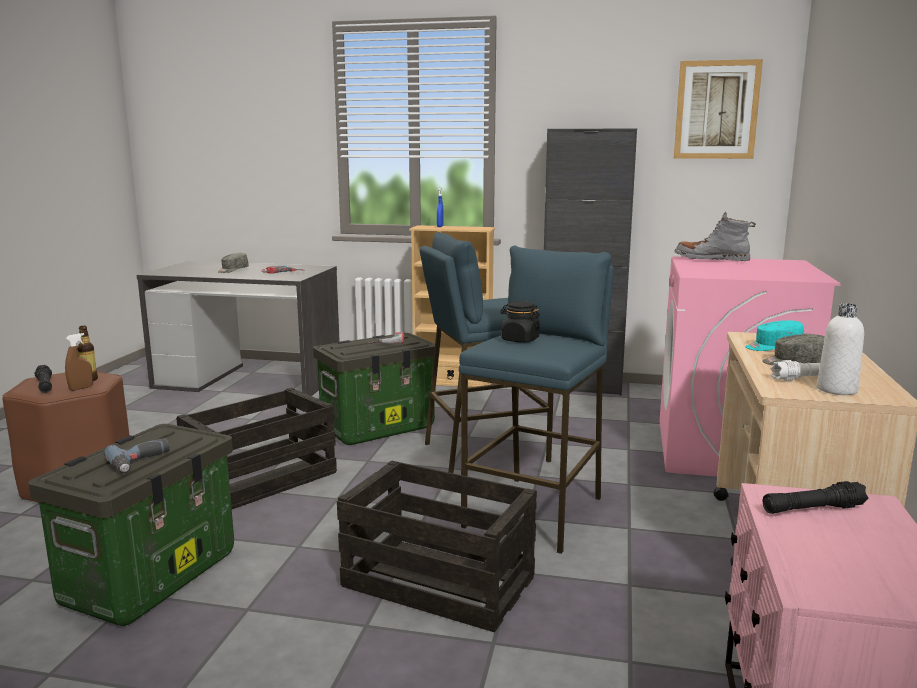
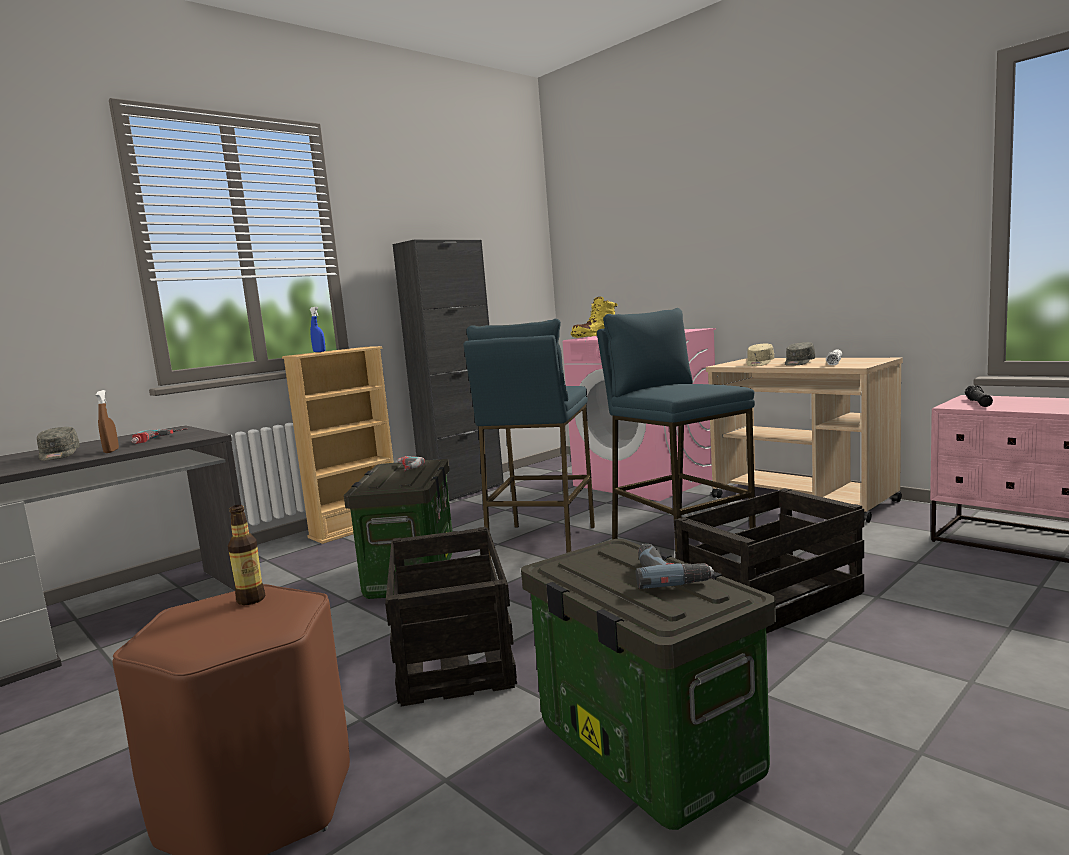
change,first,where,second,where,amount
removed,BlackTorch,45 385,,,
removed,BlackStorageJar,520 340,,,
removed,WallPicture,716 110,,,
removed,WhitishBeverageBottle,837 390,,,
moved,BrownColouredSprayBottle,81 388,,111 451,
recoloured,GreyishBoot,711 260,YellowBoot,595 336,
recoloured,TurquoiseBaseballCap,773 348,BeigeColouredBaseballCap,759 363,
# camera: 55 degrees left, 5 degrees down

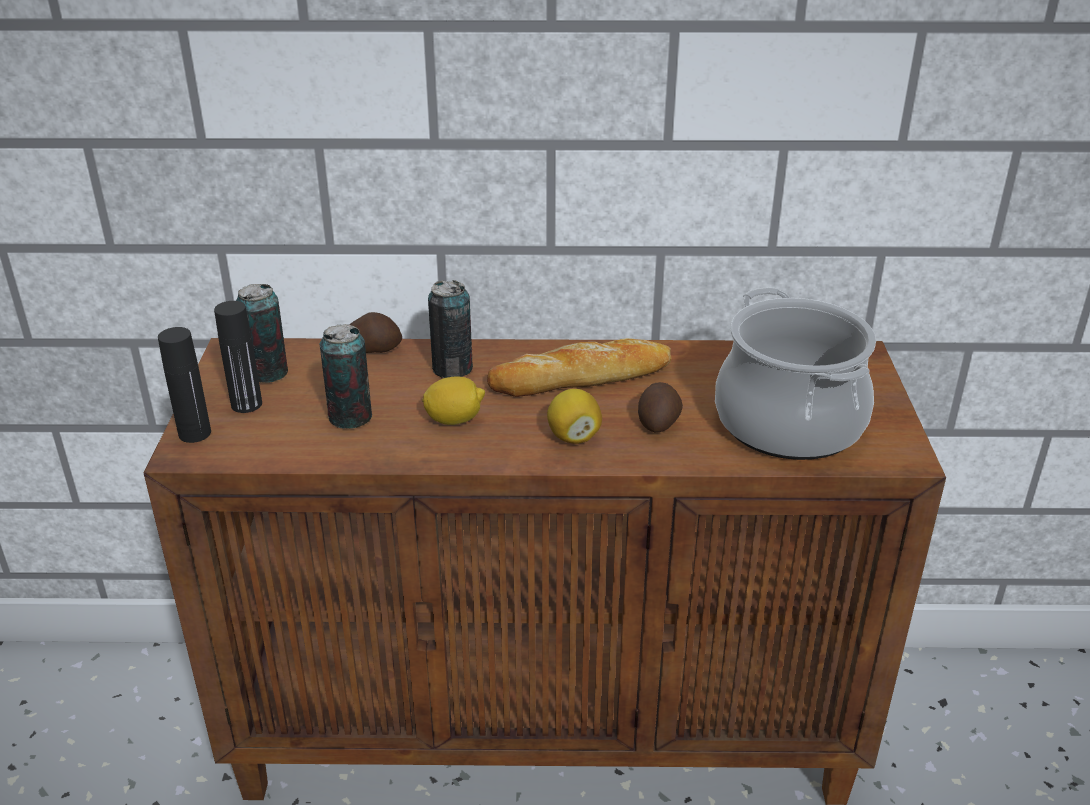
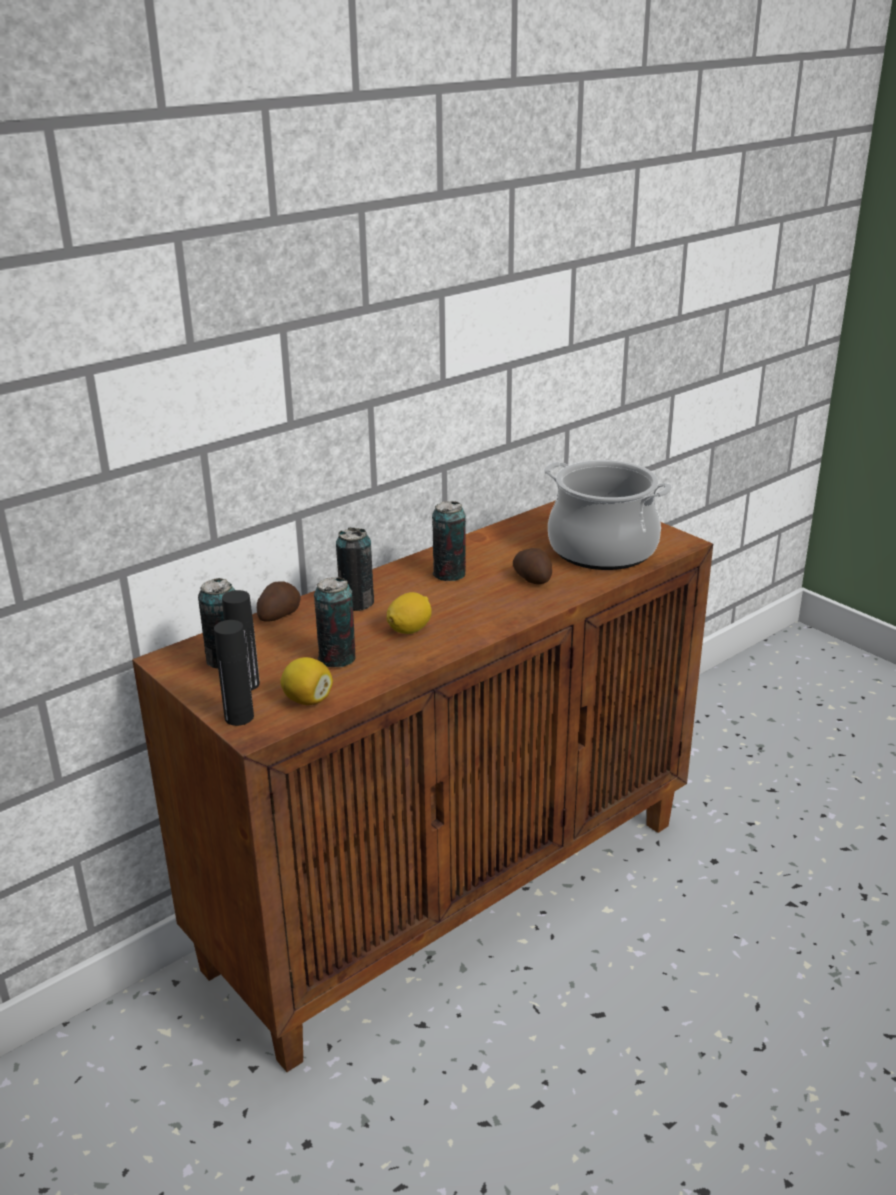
change,first,where,second,where,amount
moved,WholeLemon,573 436,,307 700,
replaced,Bread,582 377,Can,449 574,
# camera: 40 degrees left, 5 degrees down

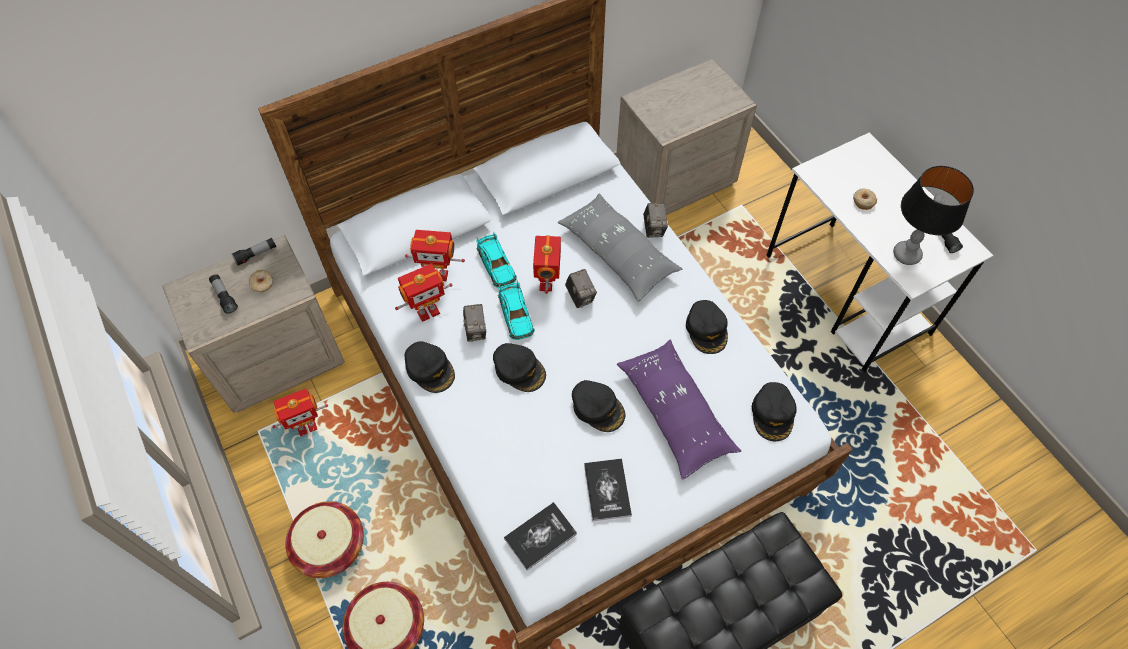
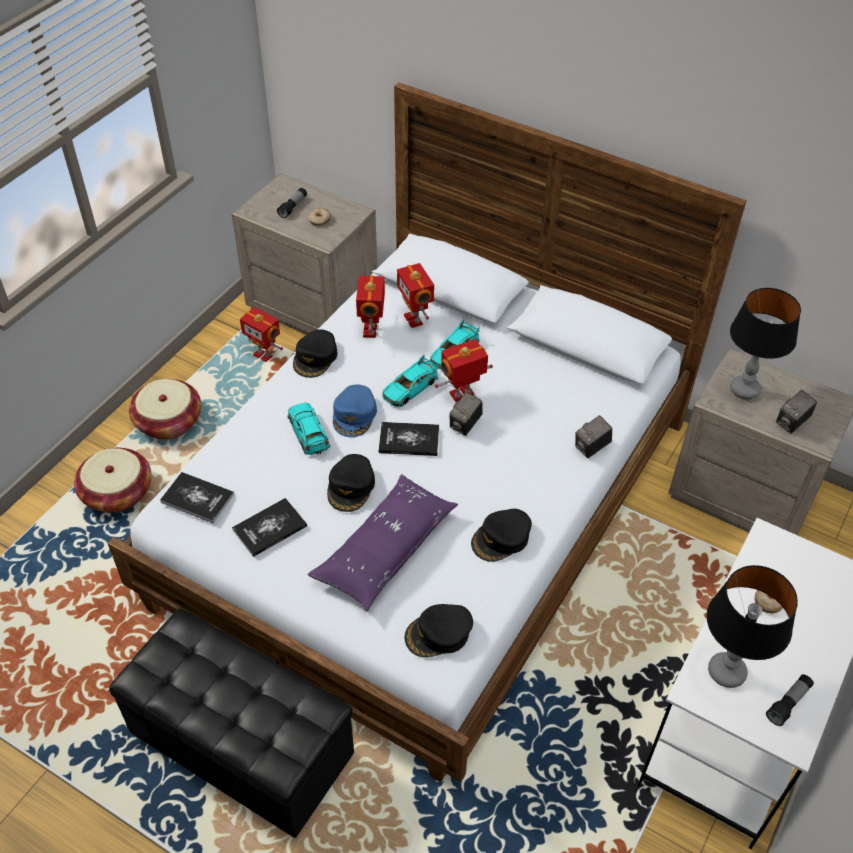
change,first,where,second,where,amount
removed,Torch,256 255,,,
removed,GreyishCushion,617 253,,,
added,,,TurquoiseMiniatureCar,308 432,
added,,,Volume,409 440,
added,,,LampForATable,744 389,
moved,PhotoCamera,476 330,,791 423,
recoloured,BlackBaseballCap,519 369,BlueBaseballCap,354 415,
turned,ToyRobot,428 311,,371 330,60 degrees clockwise
# camera: 60 degrees right, 10 degrees down

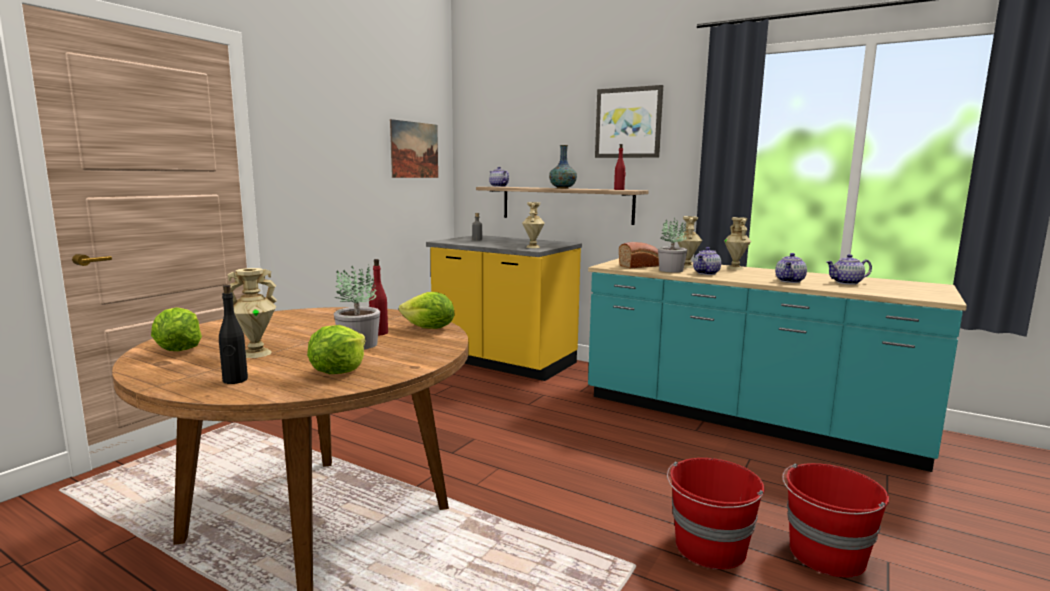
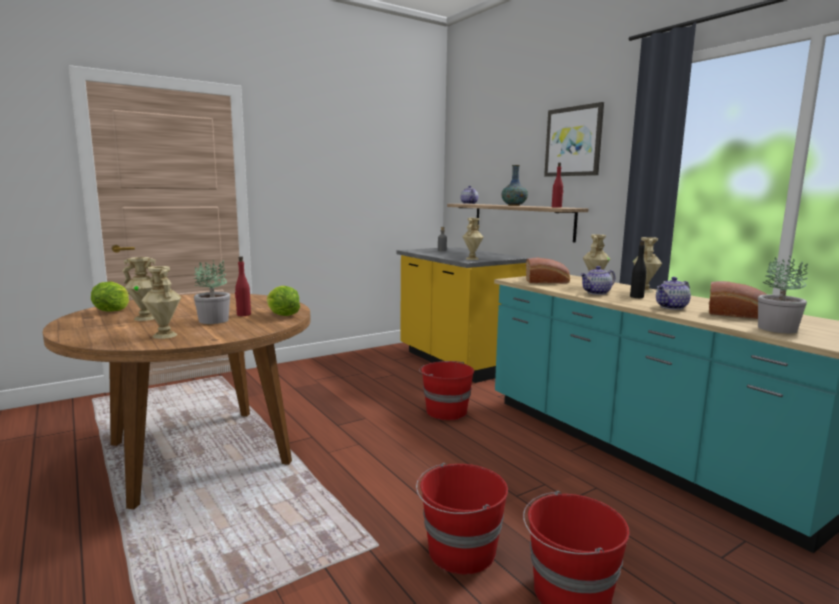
change,first,where,second,where,amount
removed,WallPicture,414 150,,,
added,,,ReddishPail,445 411,
moved,BlackBeverageBottle,235 380,,636 297,
moved,PottedPlant,670 270,,776 328,
replaced,HeadOfLettuce,338 371,BeigeColouredVase,164 335,
replaced,Teapot,846 283,Bread,740 315,
# camera: 25 degrees right, 0 degrees up

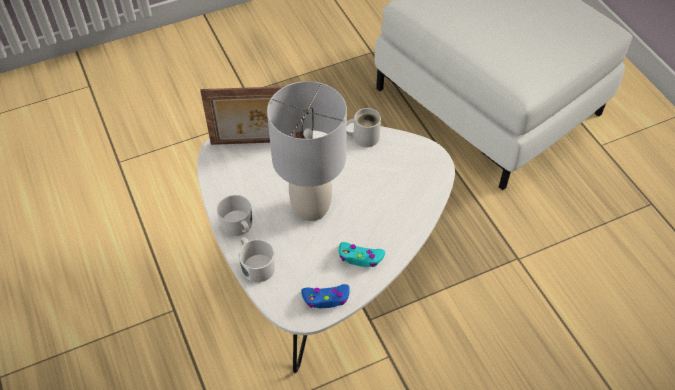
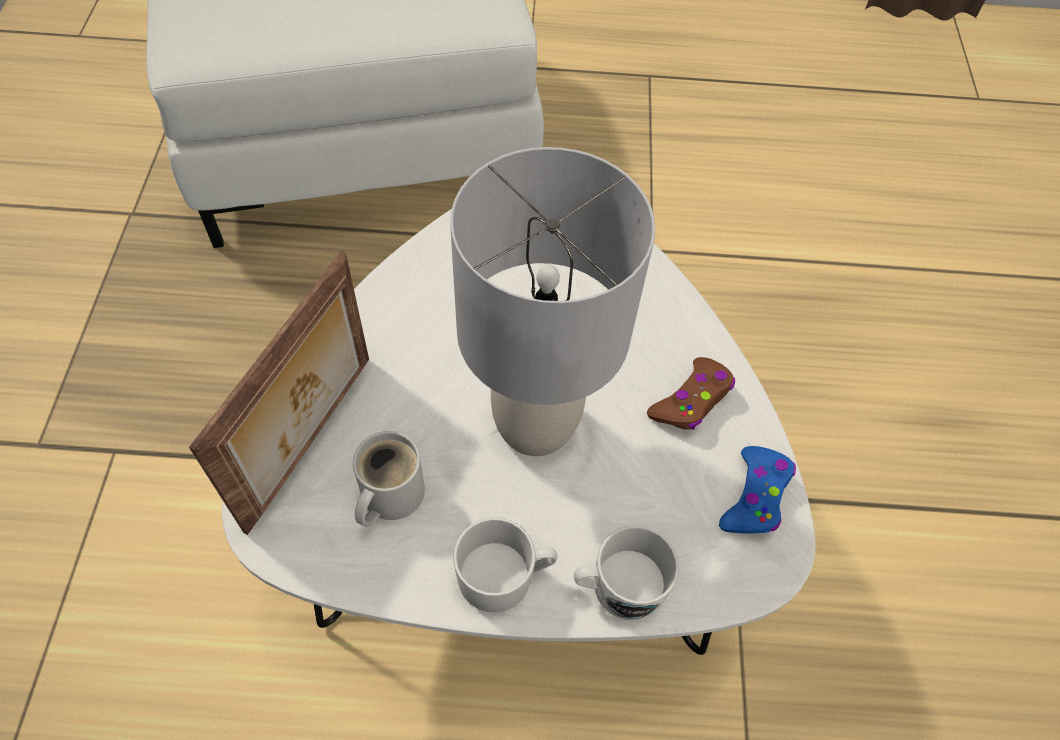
change,first,where,second,where,amount
moved,WhitishCoffeeMug,363 136,,387 496,
recoloured,TurquoiseGamepad,360 258,BrownColouredGamepad,691 401,
# camera: 65 degrees left, 5 degrees up

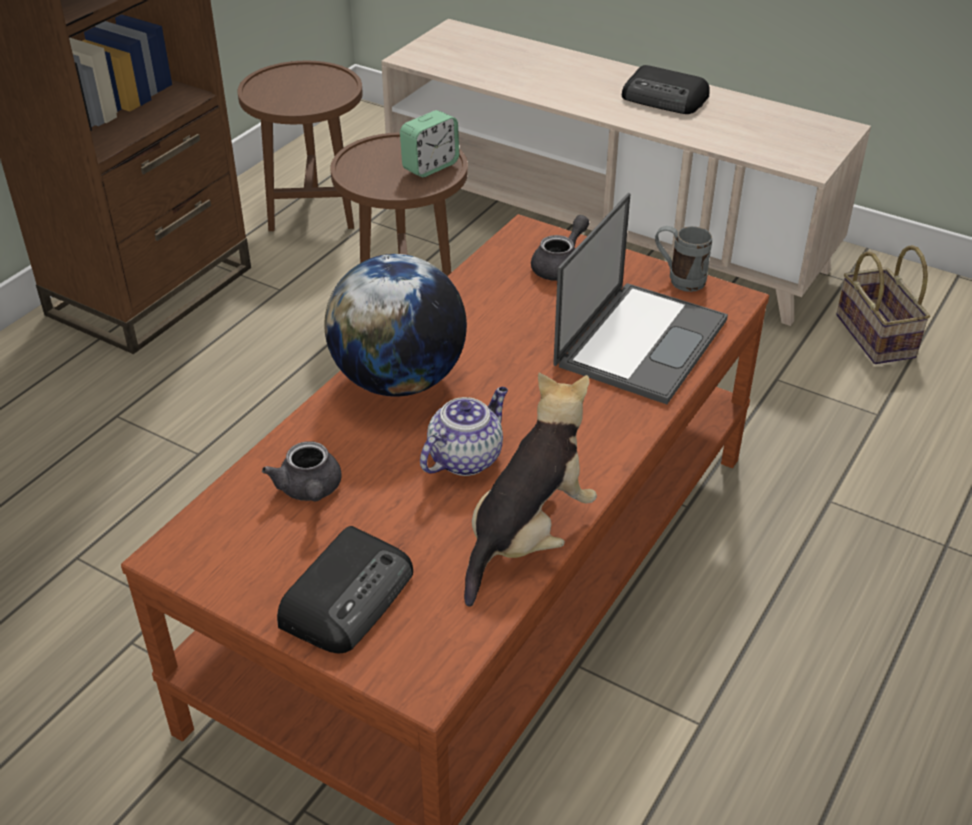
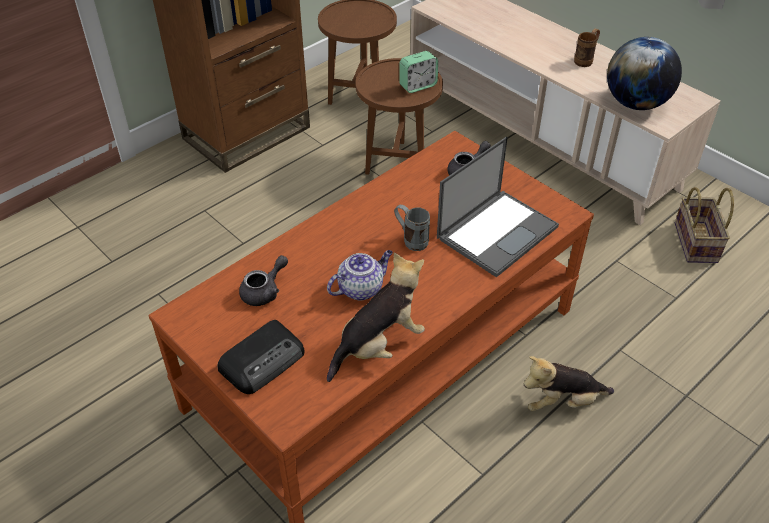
change,first,where,second,where,amount
added,,,SoftToy,561 401,
moved,WorldGlobe,399 381,,636 103,
moved,GreyishCoffeeMug,678 280,,411 240,
replaced,Radio,665 99,BrownColouredCoffeeMug,586 60,
turned,GreyishTeapot,310 491,,264 291,135 degrees counterclockwise
# camera: 15 degrees right, 5 degrees up

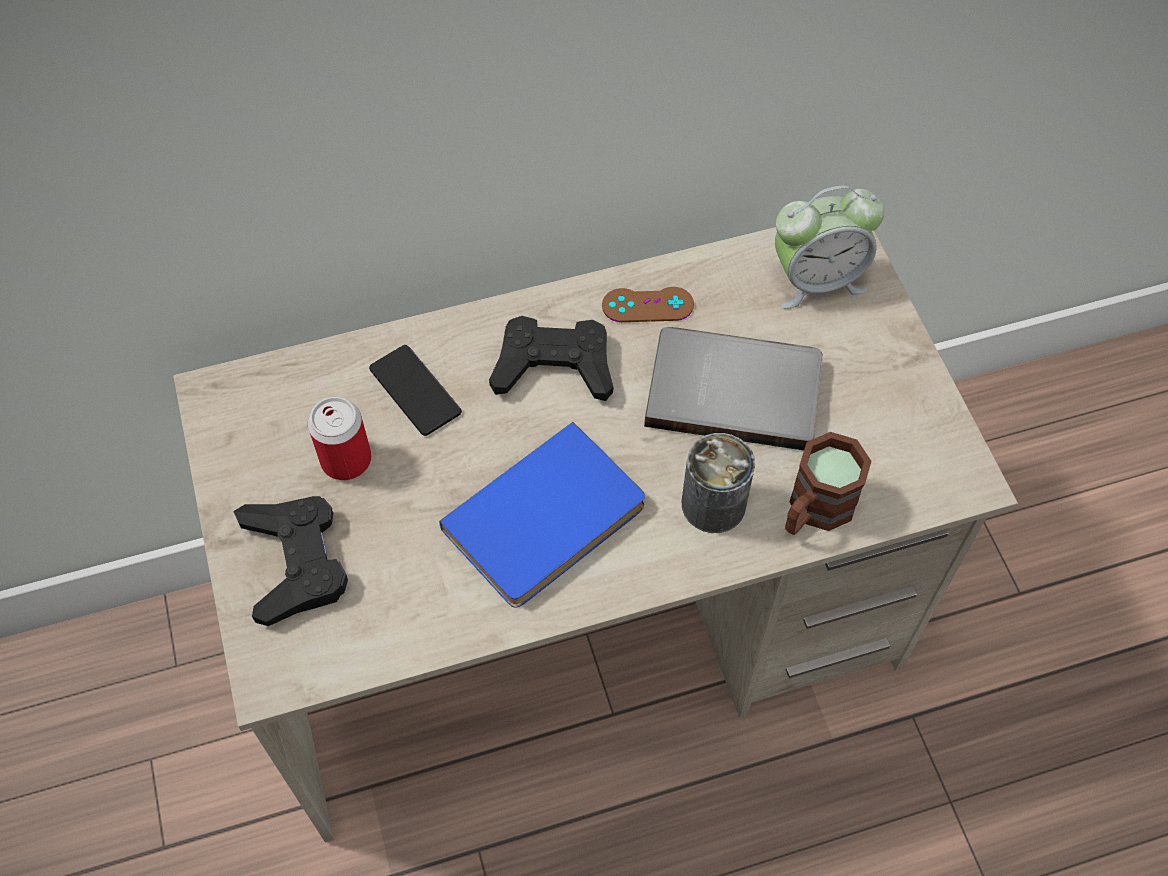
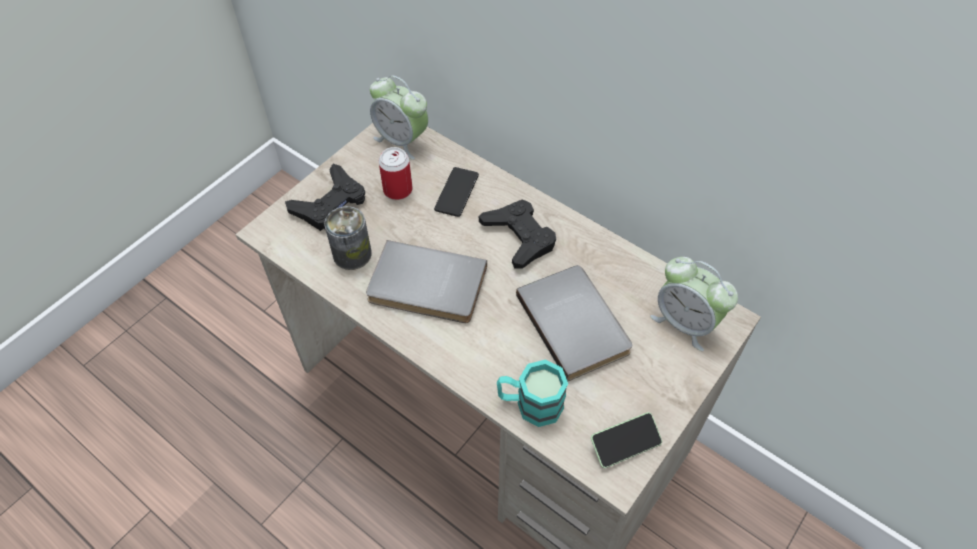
change,first,where,second,where,amount
removed,BrownColouredGamepad,647 305,,,
added,,,AlarmClock,402 140,
added,,,Handset,625 444,
moved,Can,713 504,,352 254,
recoloured,BlueVolume,549 522,GreyishVolume,426 287,
recoloured,BrownColouredCoffeeMug,814 510,TurquoiseCoffeeMug,530 404,
# camera: 55 degrees right, 5 degrees down

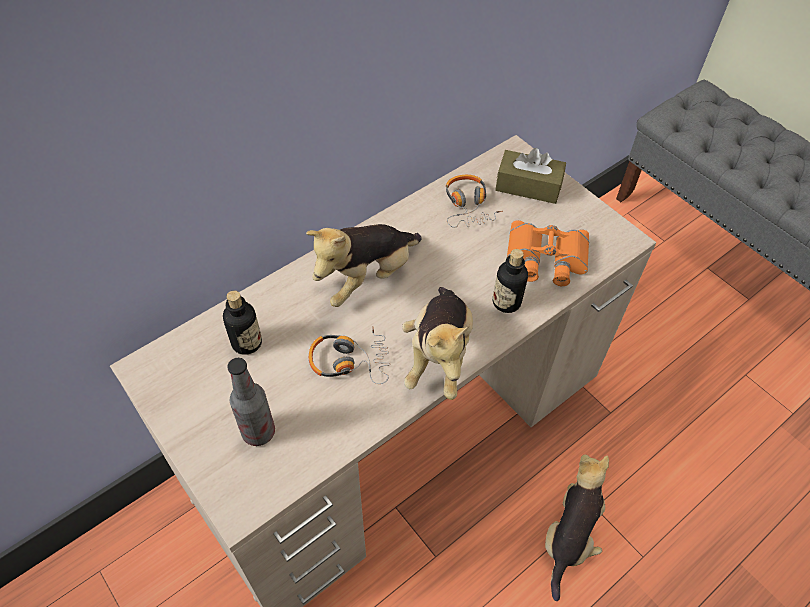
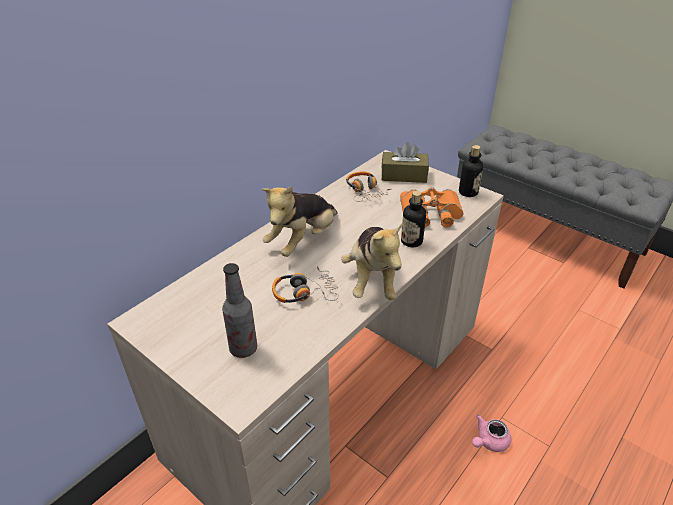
change,first,where,second,where,amount
moved,BeverageBottle,247 343,,468 192,
replaced,SoftToy,569 536,PinkColouredTeapot,489 441,
# camera: 10 degrees left, 15 degrees down

